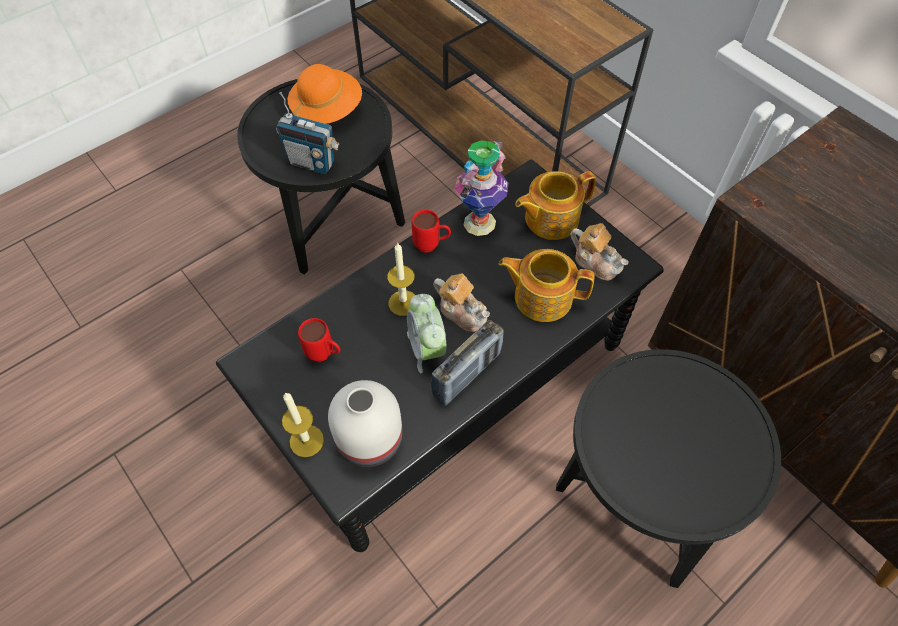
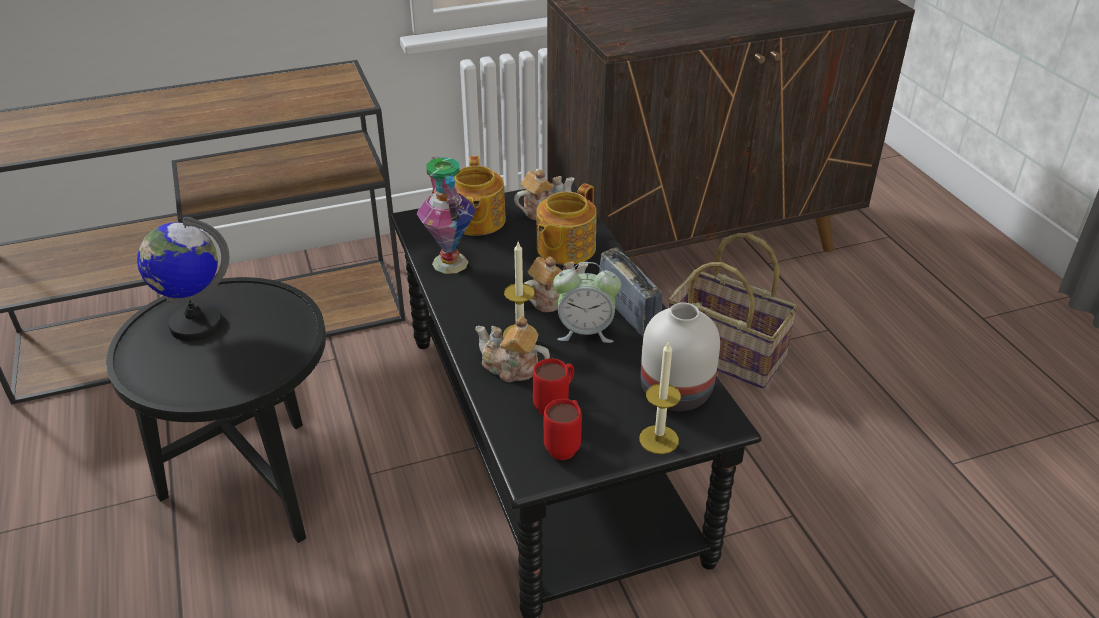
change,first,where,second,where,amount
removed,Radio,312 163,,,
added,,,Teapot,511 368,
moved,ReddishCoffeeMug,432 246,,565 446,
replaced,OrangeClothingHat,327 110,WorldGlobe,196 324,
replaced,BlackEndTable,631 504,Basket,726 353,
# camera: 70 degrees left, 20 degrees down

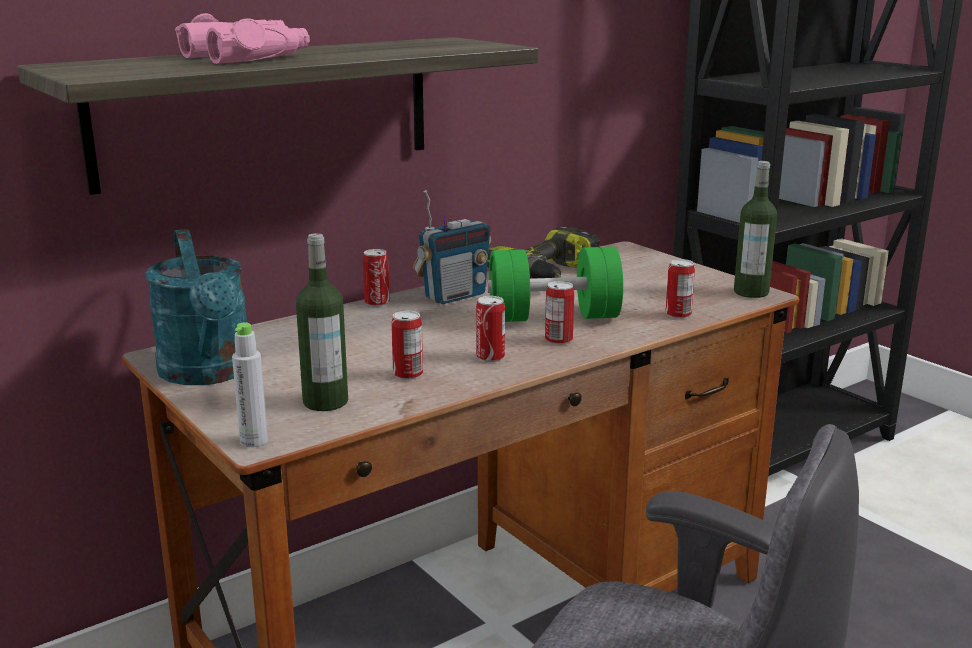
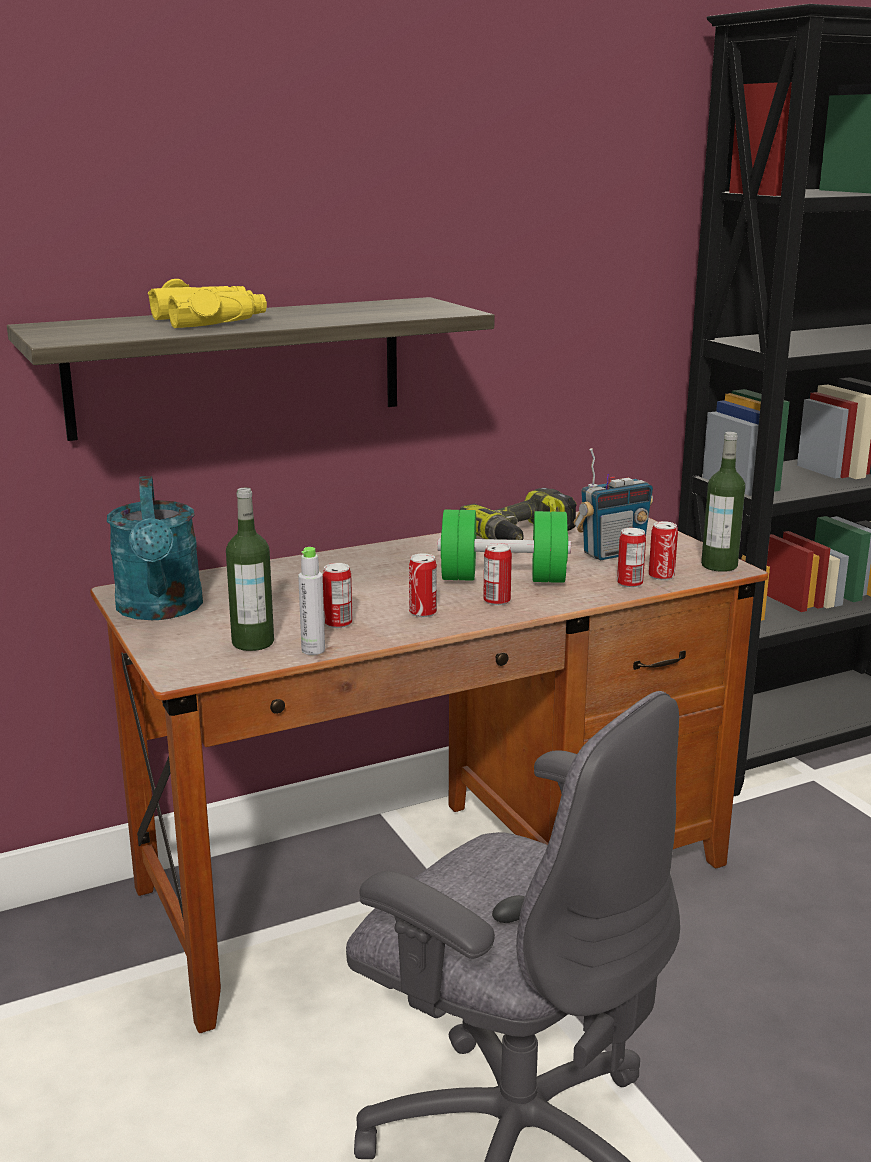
change,first,where,second,where,amount
moved,GreyishBeverageBottle,254 441,,313 650,
moved,Can,377 303,,661 576,
moved,Radio,454 296,,612 553,
recoloured,PinkColouredFieldGlasses,248 57,YellowFieldGlasses,210 320,
# camera: 10 degrees right, 0 degrees up

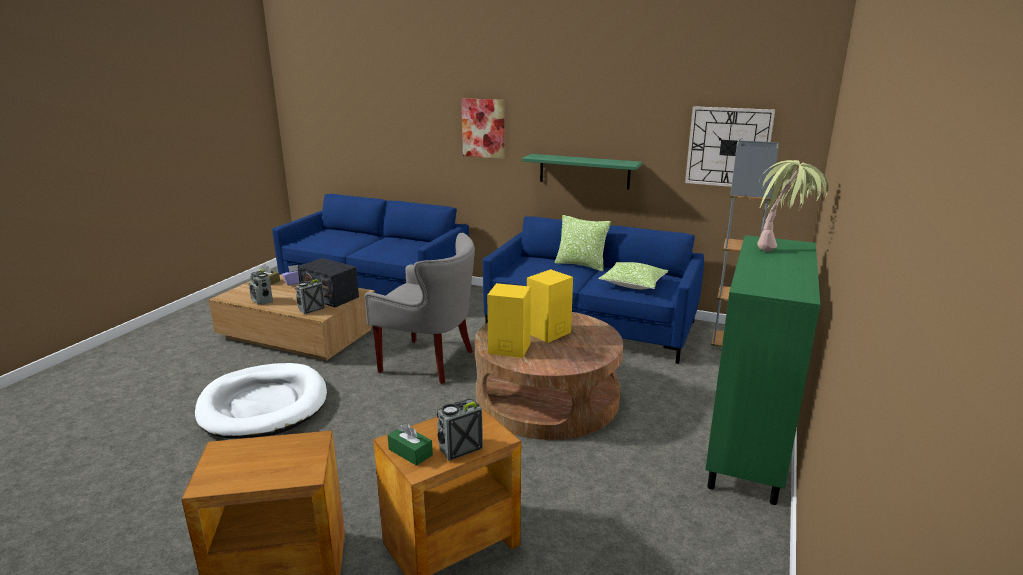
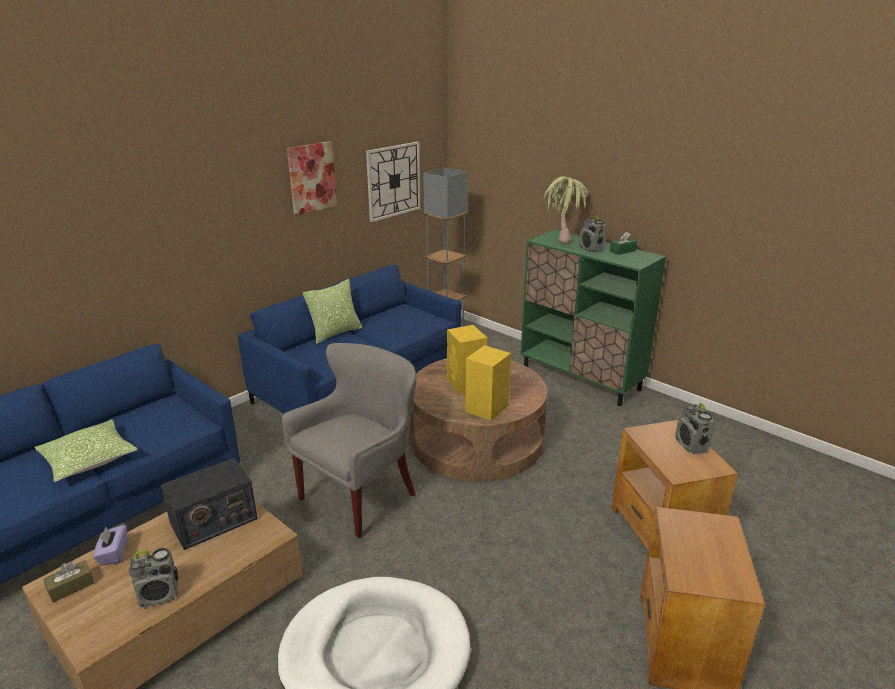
change,first,where,second,where,amount
removed,GreenColouredShelf,584 171,,,
moved,Radio,311 309,,591 249,
moved,GreenColouredBoxOfTissues,410 452,,622 251,
moved,WallPicture,483 128,,311 177,
moved,Cushion,633 284,,89 459,
# camera: 70 degrees left, 5 degrees up

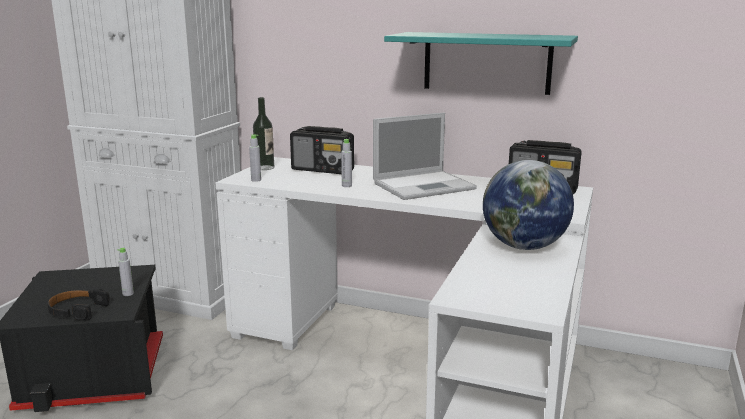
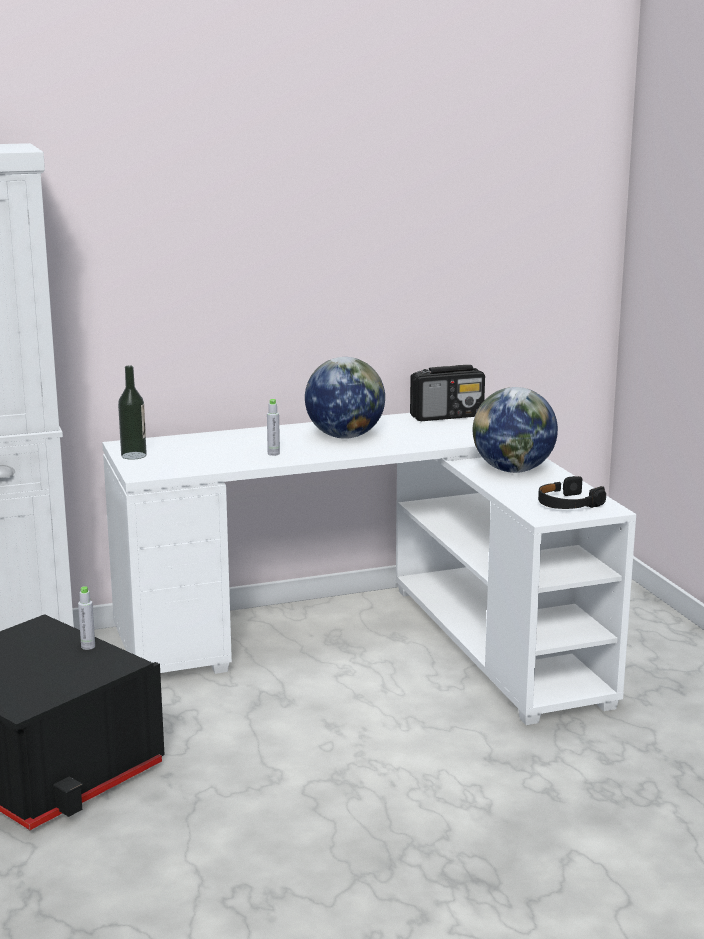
change,first,where,second,where,amount
removed,GreyishBeverageBottle,256 180,,,
removed,Radio,323 170,,,
removed,TurquoiseShelf,486 62,,,
moved,BlackHeadset,77 310,,567 503,
replaced,PortableComputer,425 185,WorldGlobe,344 436,
# camera: 40 degrees left, 0 degrees up

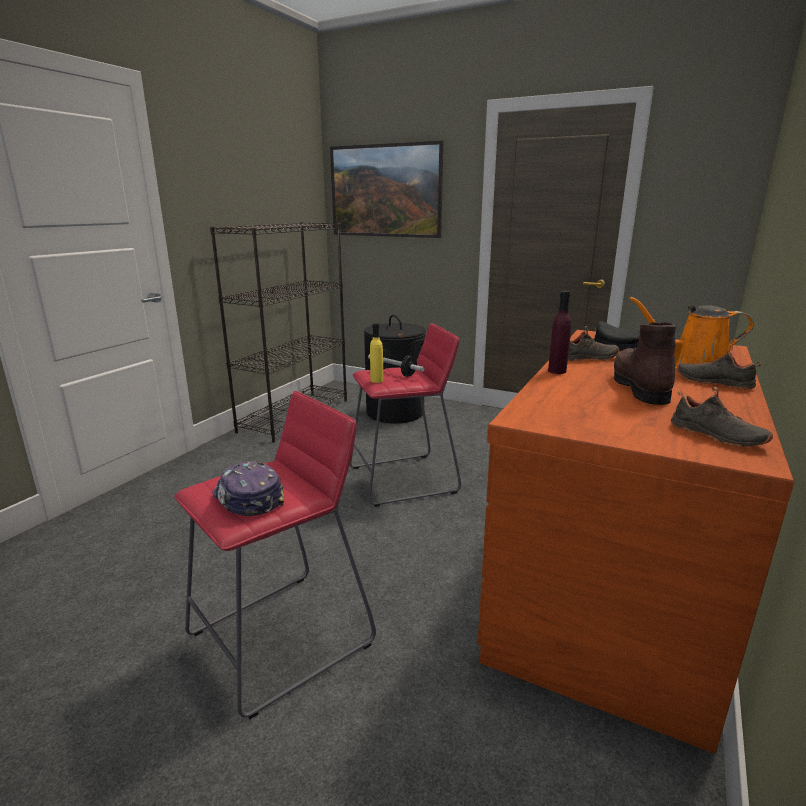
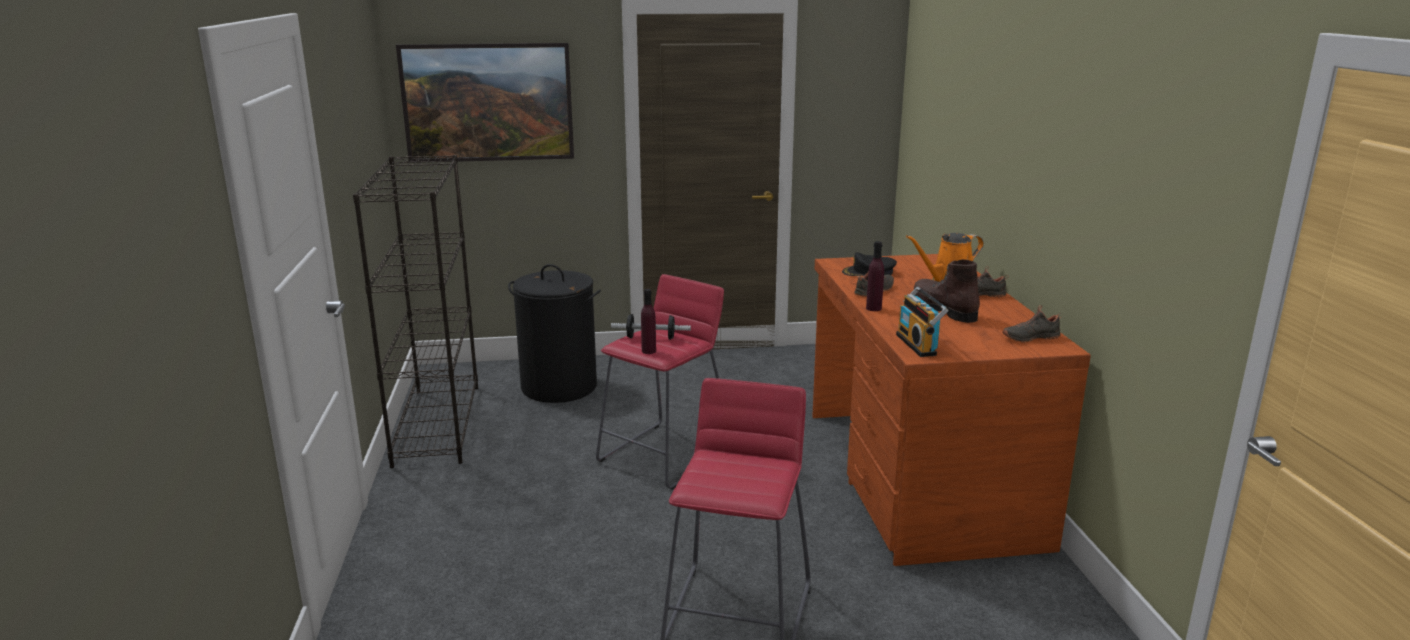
change,first,where,second,where,amount
removed,BaseballCap,247 499,,,
added,,,Radio,919 345,
recoloured,YellowBeverageBottle,376 380,PurpleColouredBeverageBottle,648 351,
turned,BlackLowShoe,715 436,,1030 337,150 degrees clockwise
# camera: 35 degrees left, 0 degrees up

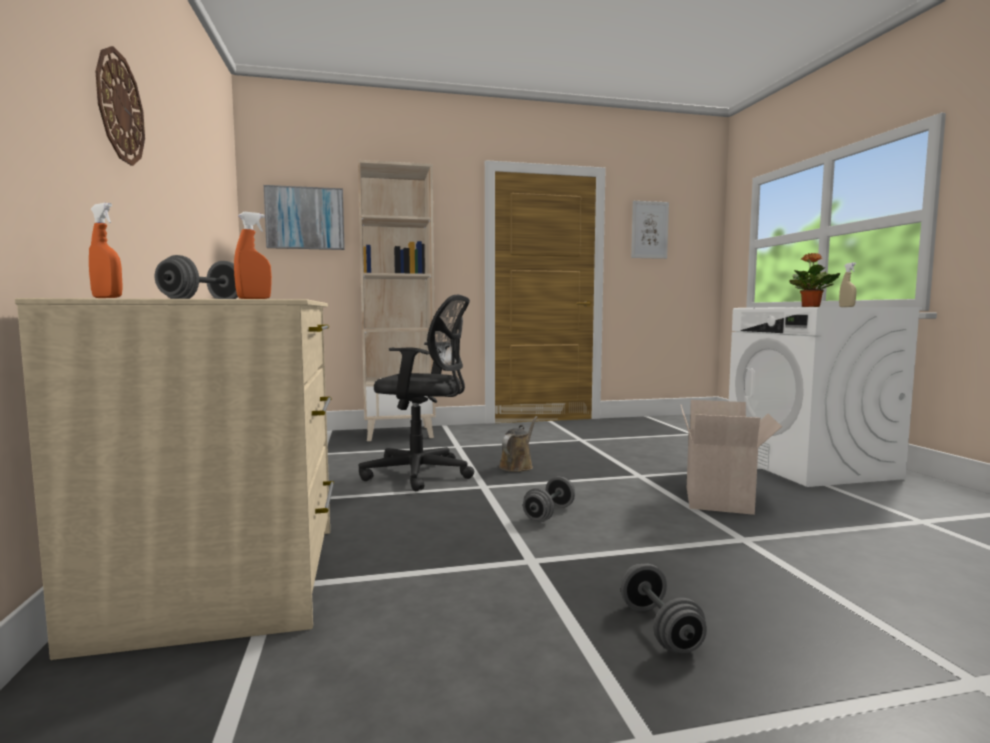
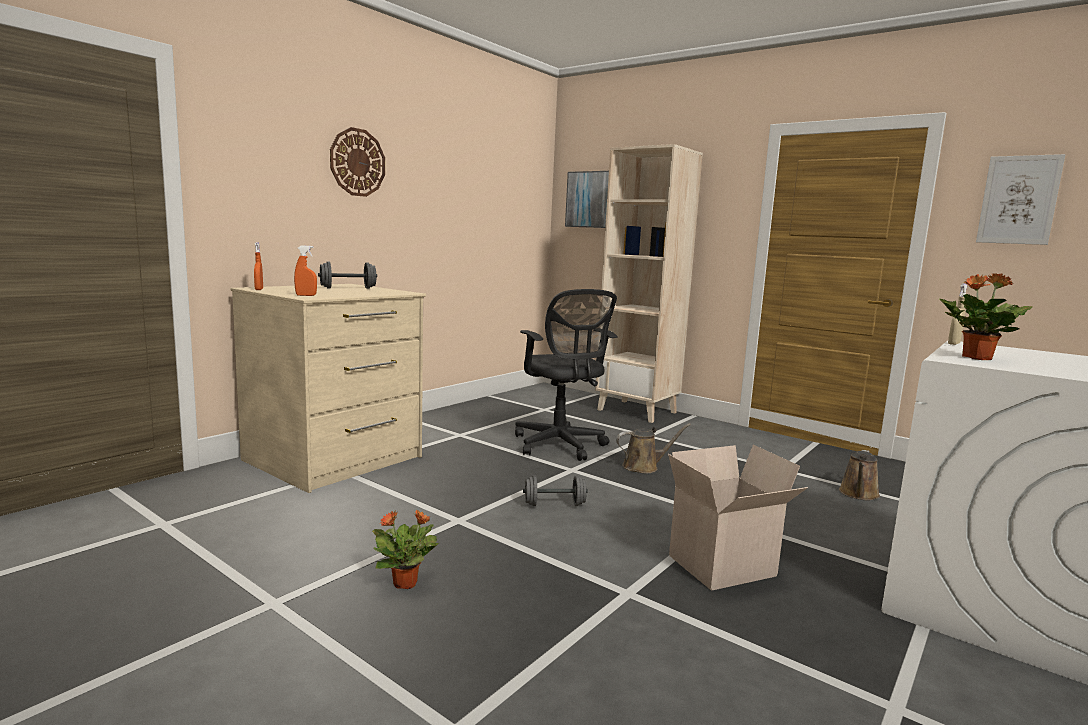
change,first,where,second,where,amount
added,,,BrownColouredWateringCan,858 494,
moved,BeigeColouredSprayBottle,846 307,,953 344,
replaced,GreyishFreeWeight,659 628,PottedPlant,406 583,
# camera: 50 degrees right, 5 degrees up

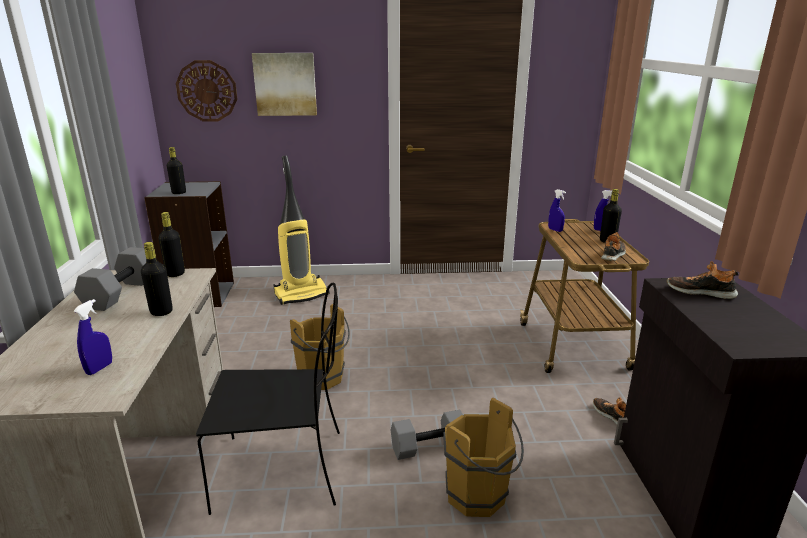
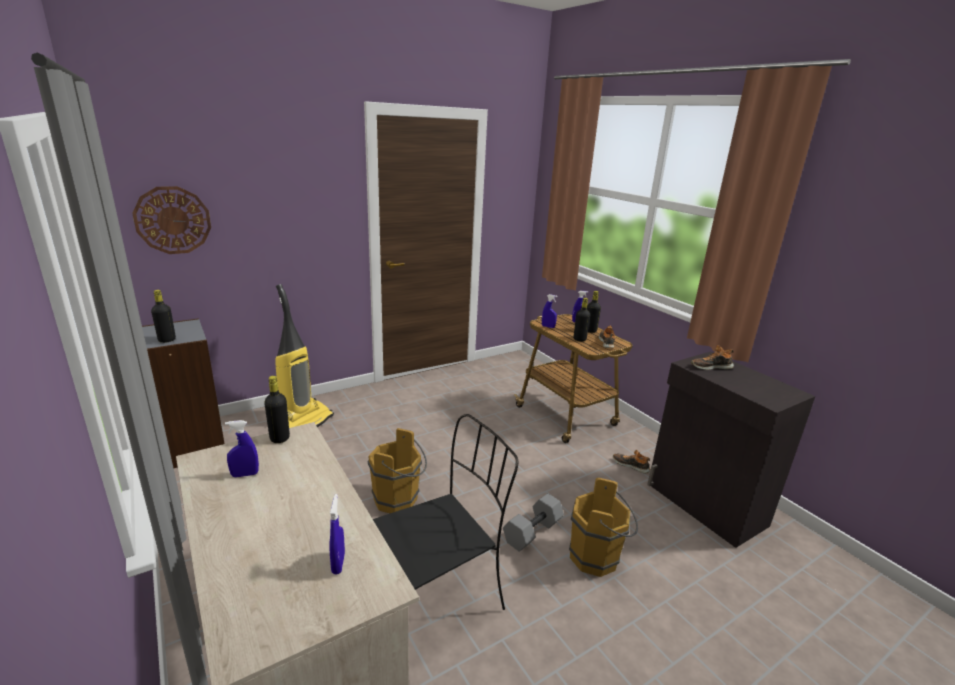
change,first,where,second,where,amount
removed,WallPicture,285 84,,,
moved,BlackBeverageBottle,161 312,,579 339,
replaced,GreyishFreeWeight,120 292,BlueSprayBottle,245 474,
# camera: 30 degrees left, 0 degrees up

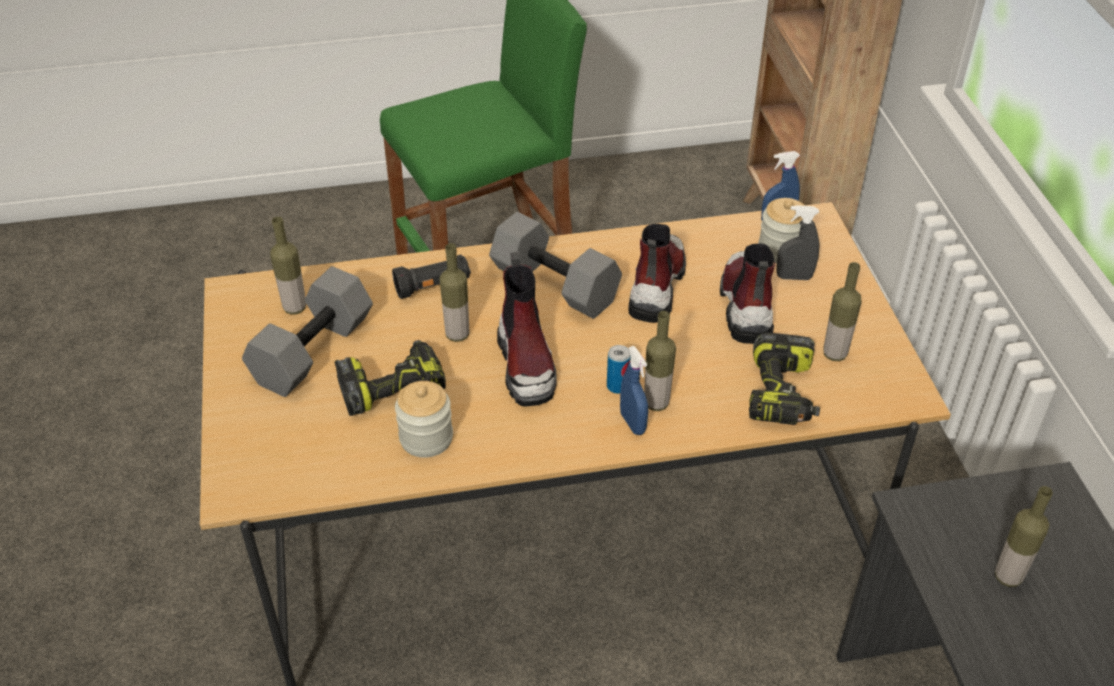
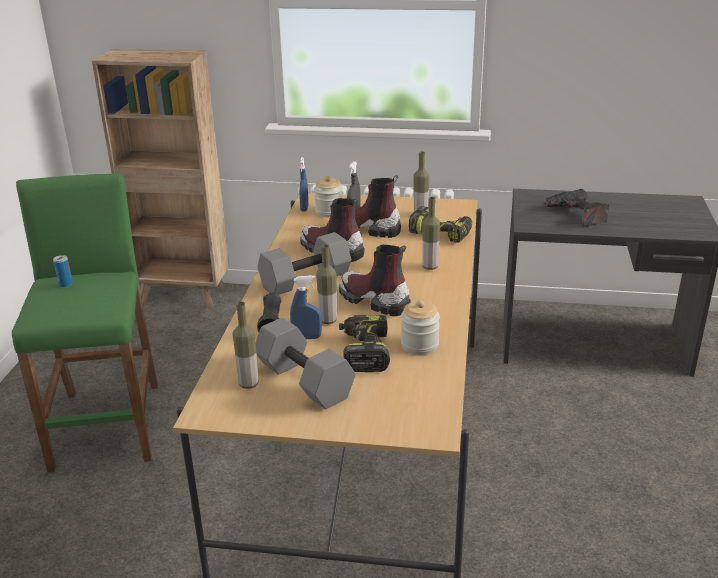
change,first,where,second,where,amount
moved,Can,617 386,,65 284,
moved,BlueSprayBottle,632 423,,307 338,
replaced,BeverageBottle,1008 576,Drill,576 215,
turned,Boot,527 365,,373 300,150 degrees counterclockwise
# camera: 70 degrees left, 15 degrees down

